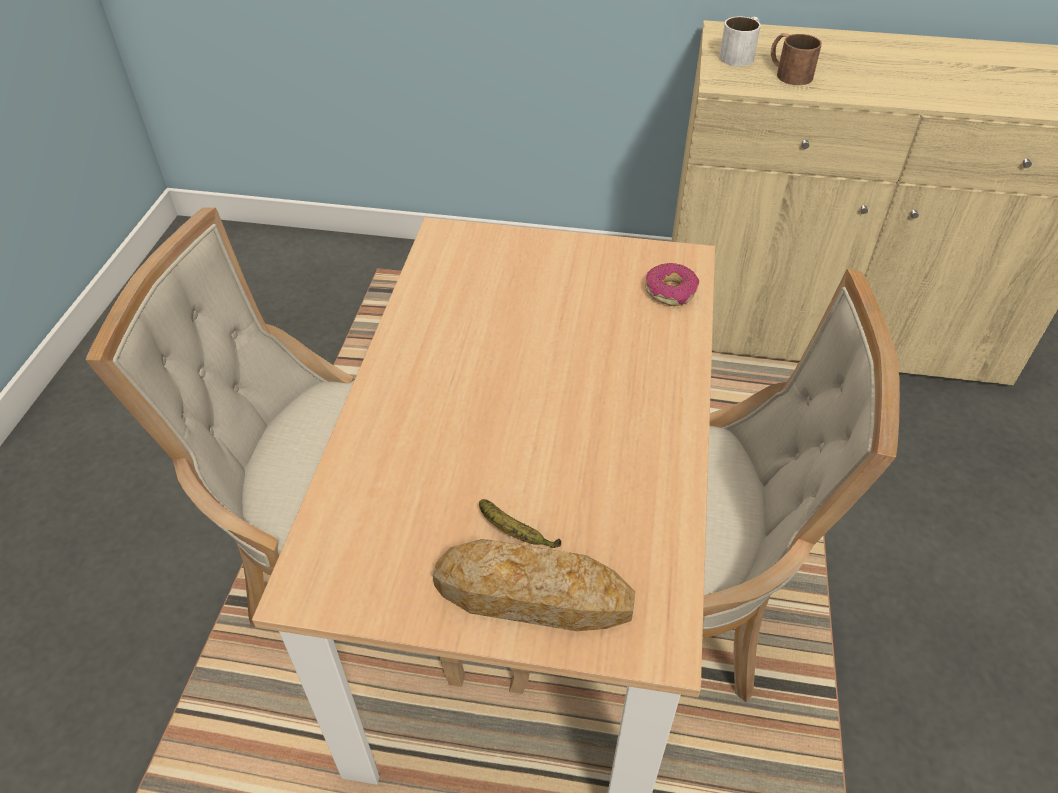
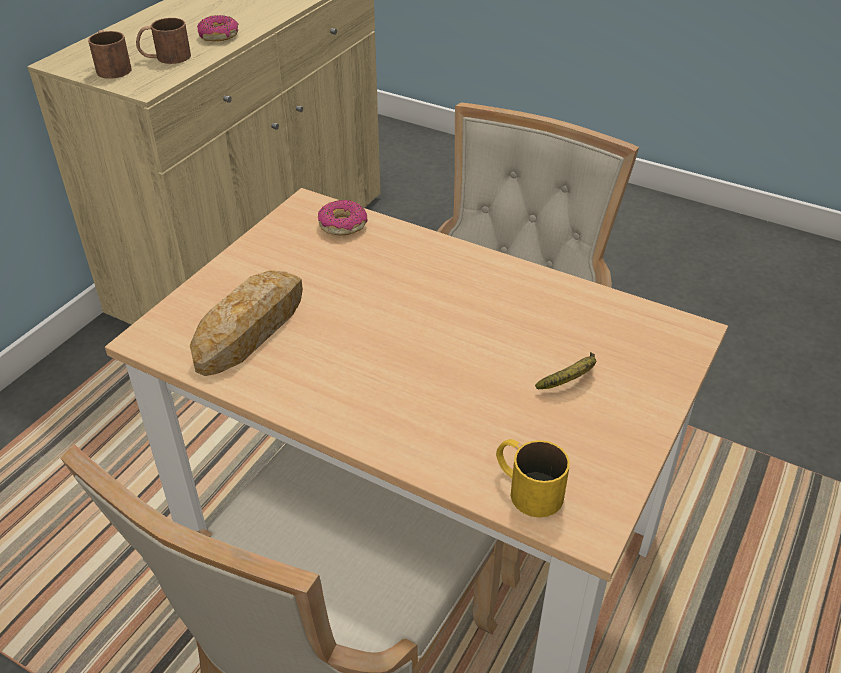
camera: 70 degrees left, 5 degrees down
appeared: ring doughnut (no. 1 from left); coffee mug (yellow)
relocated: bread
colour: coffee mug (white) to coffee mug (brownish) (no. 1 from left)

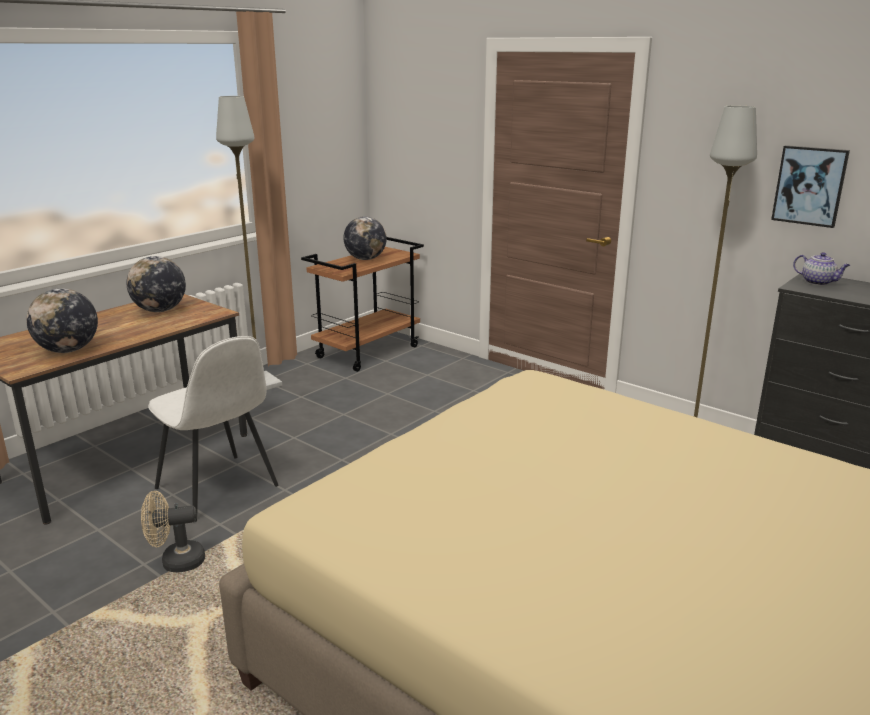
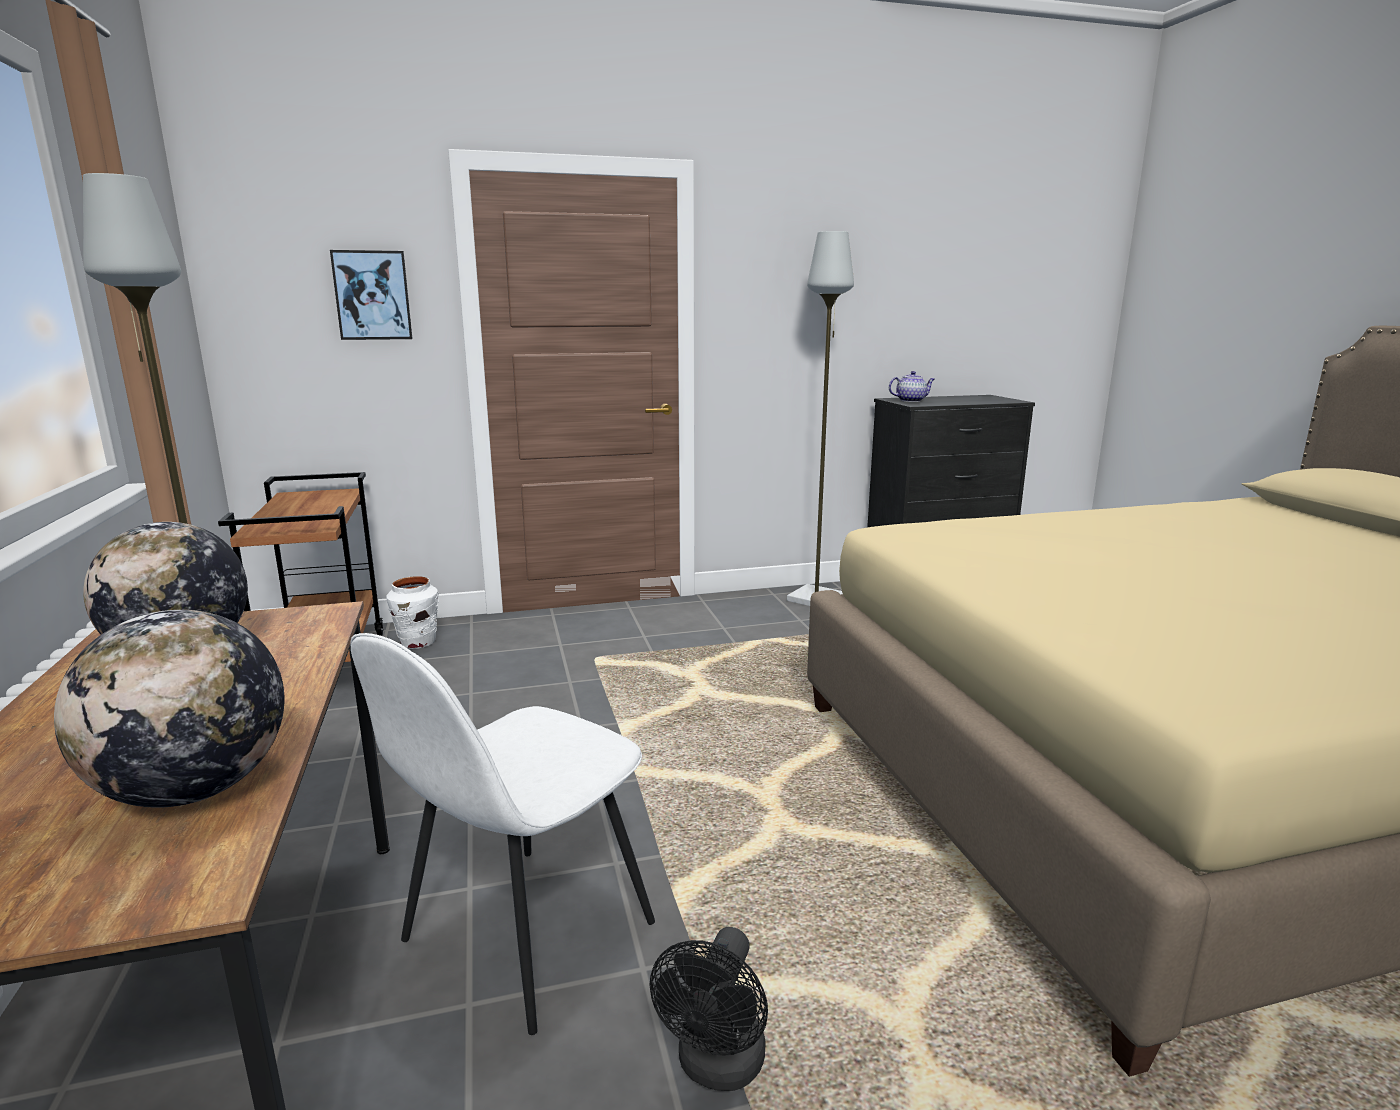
camera: 55 degrees left, 5 degrees down
missing: desk globe (no. 3 from left)
appeared: flower vase (white)
relocated: picture
colour: electric fan (sand-coloured) to electric fan (blackish)
spun: plain chair (white) 135 degrees clockwise

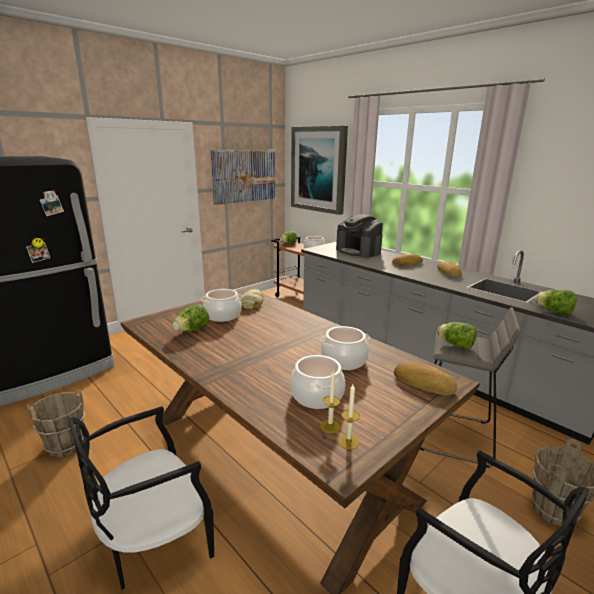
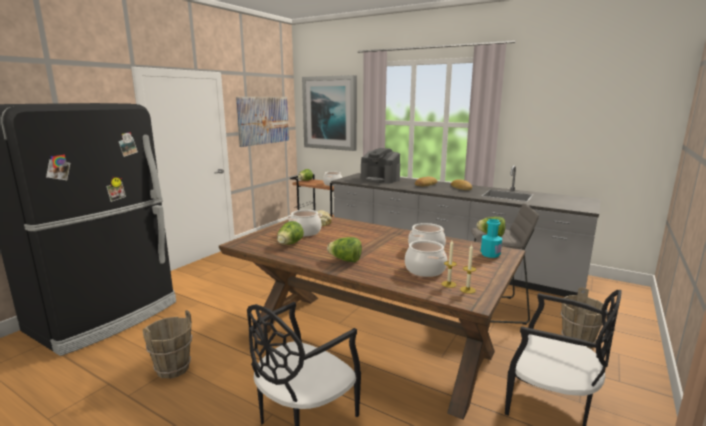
camera: 15 degrees left, 5 degrees down
relocated: lettuce (no. 4 from left in the first image) to lettuce (no. 3 from left)
exchanged: bread (no. 3 from left) to bottle (turquoise)

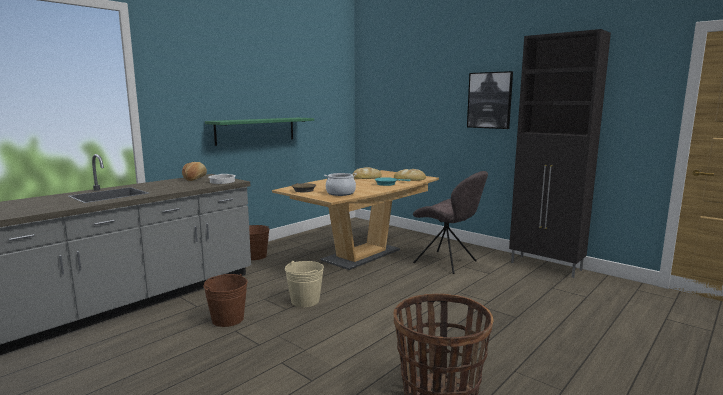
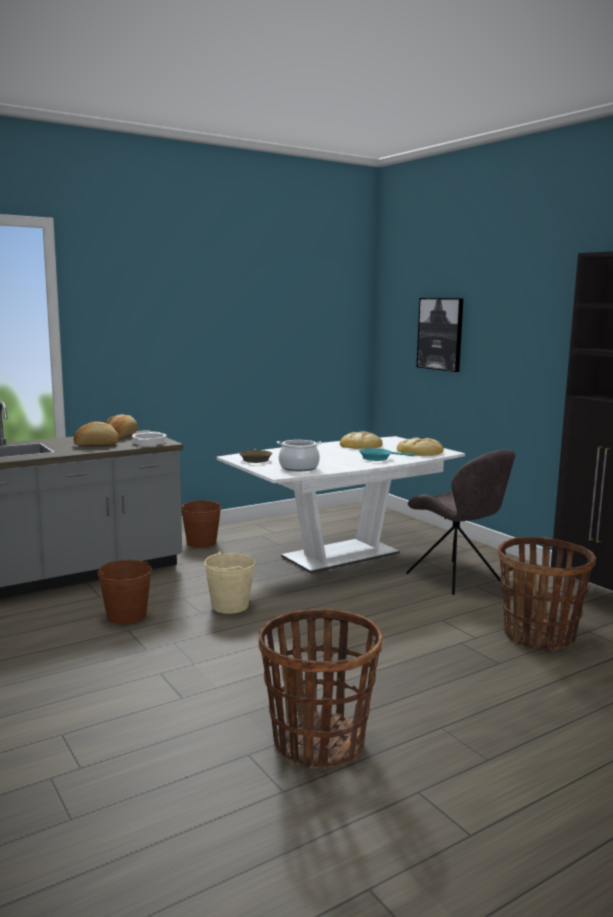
camera: 15 degrees right, 0 degrees up
missing: wall shelf (green-coloured)
appeared: bread (no. 1 from left); storage basket (no. 2 from left)
relocated: picture
colour: kitchen table (brownish) to kitchen table (white)

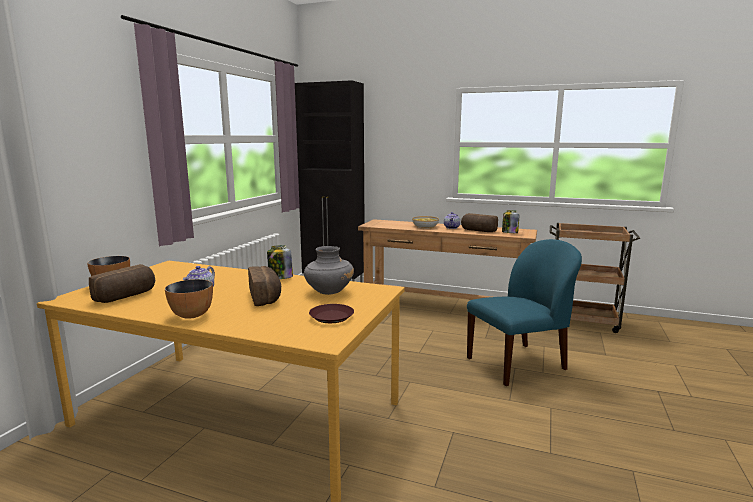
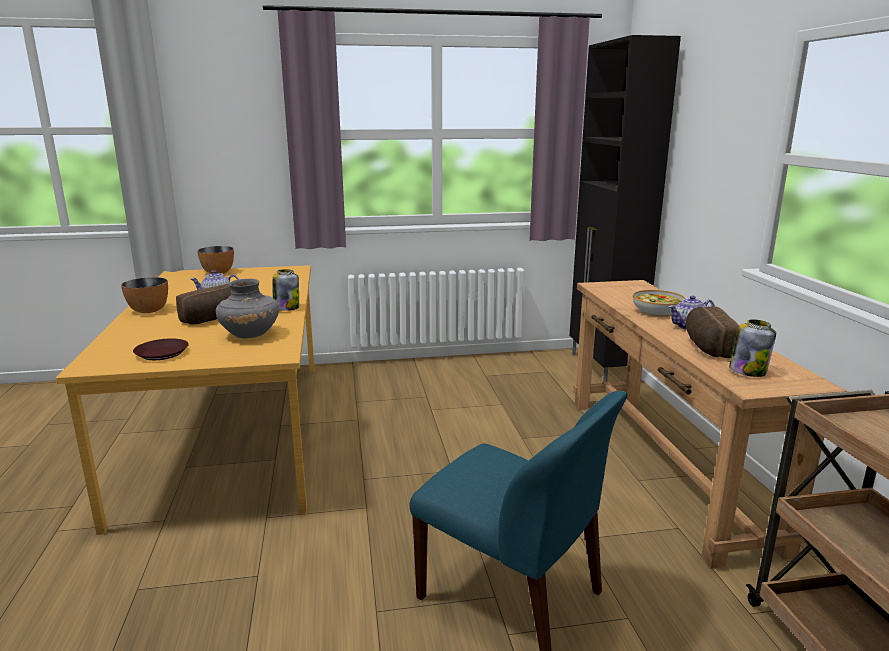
camera: 60 degrees right, 5 degrees up
missing: bread (no. 1 from left)

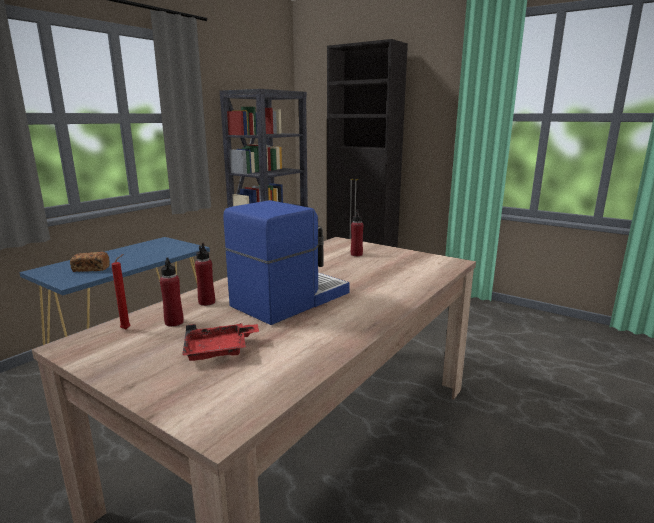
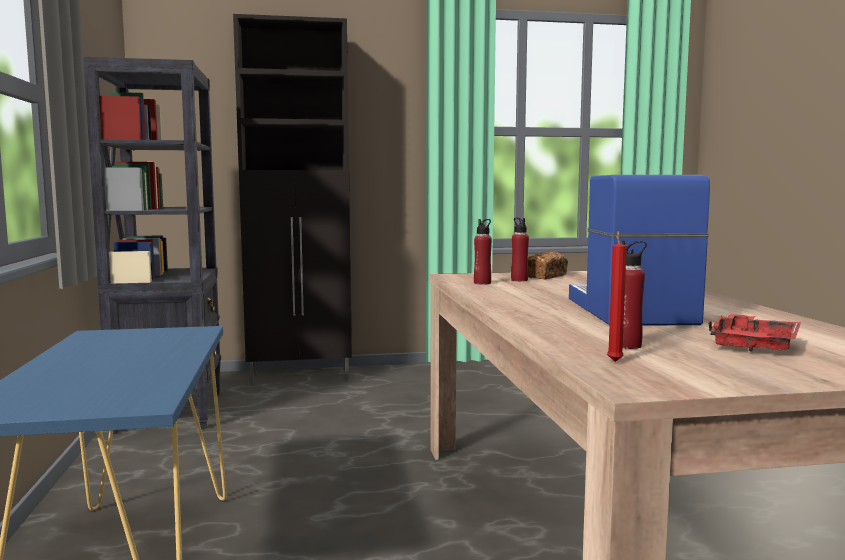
camera: 45 degrees left, 10 degrees down
relocated: bread; bottle (red) (no. 2 from left in the first image) to bottle (red) (no. 1 from left)

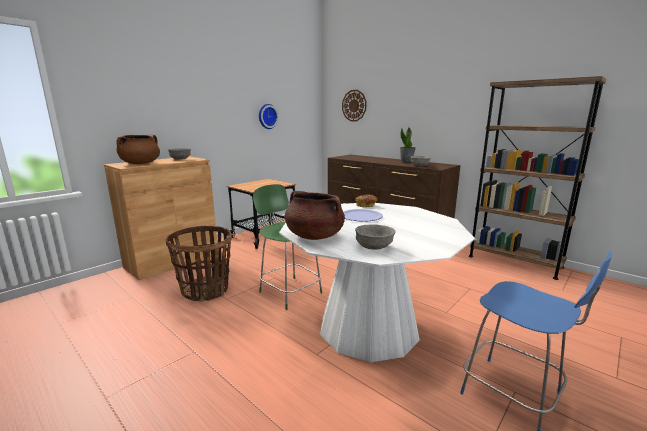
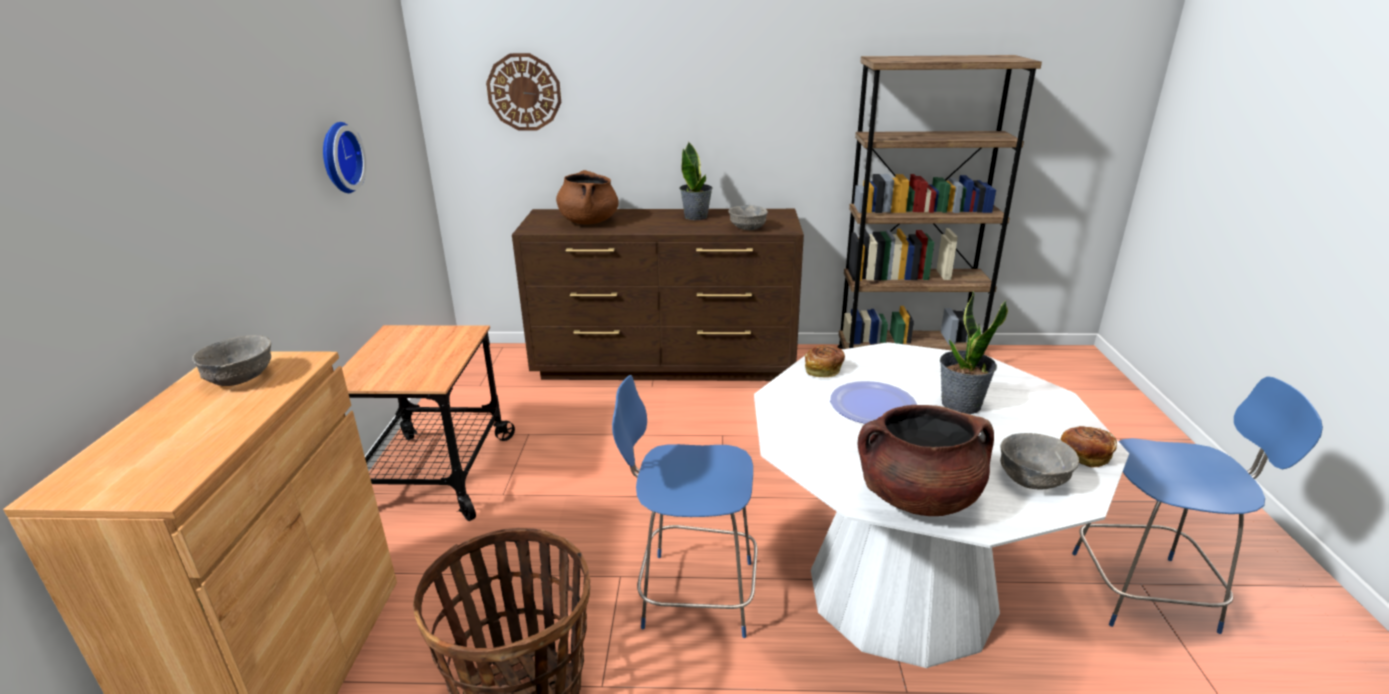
camera: 40 degrees left, 10 degrees up
appeared: plant in a pot (no. 2 from left); bread (no. 2 from left)
relocated: stockpot (brownish) (no. 1 from left)
colour: plain chair (green-coloured) to plain chair (blue) (no. 1 from left)

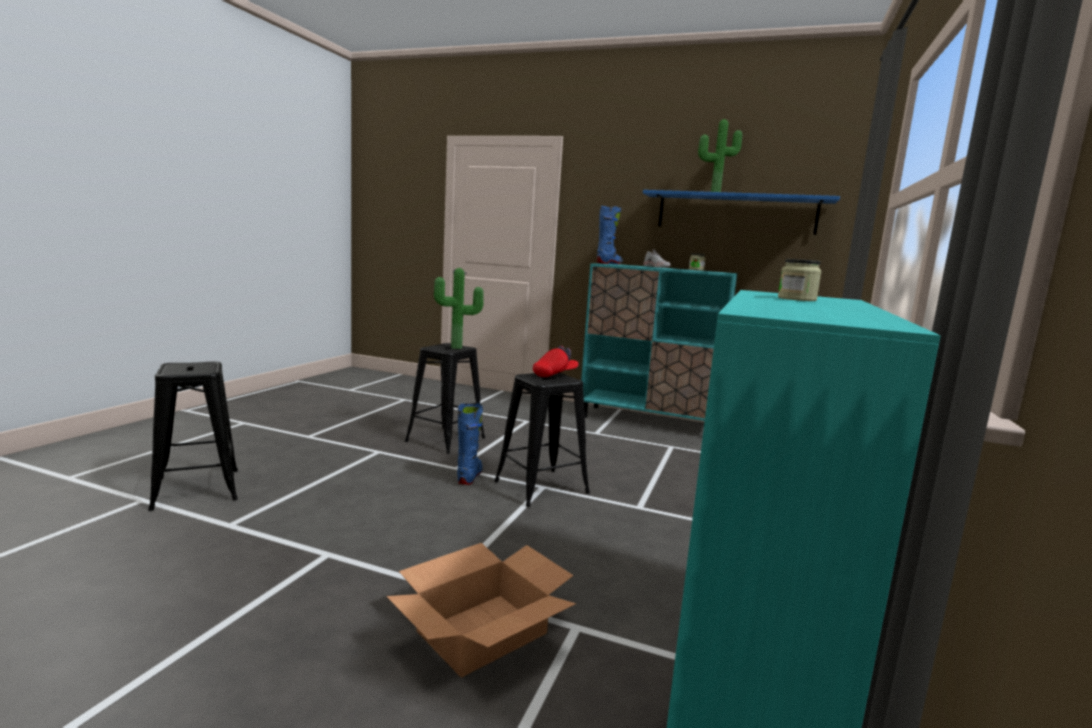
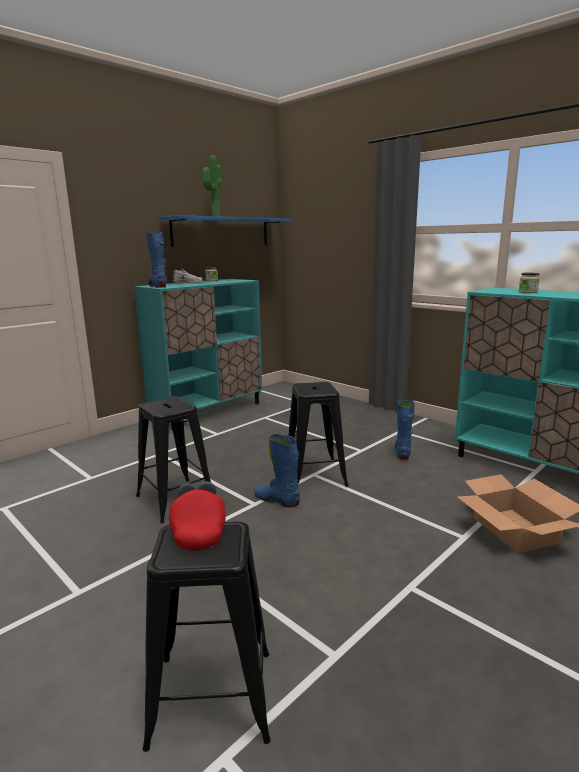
camera: 65 degrees left, 5 degrees up
missing: plant in a pot (no. 1 from left)
appeared: tall boot (blue) (no. 3 from left)
relocated: cap (red)

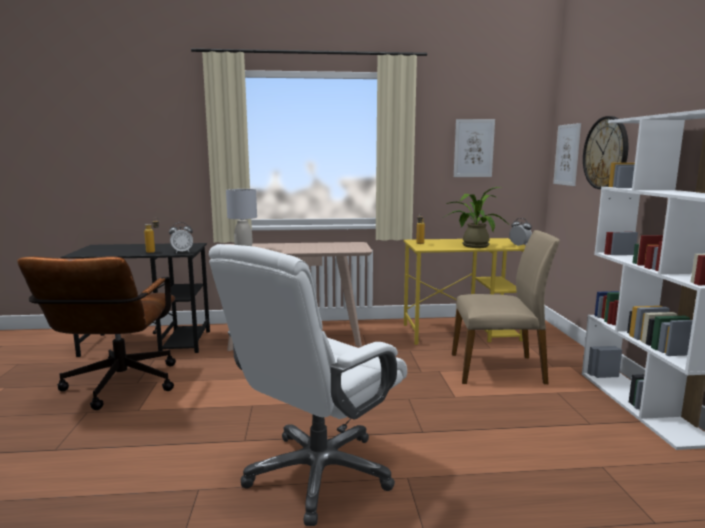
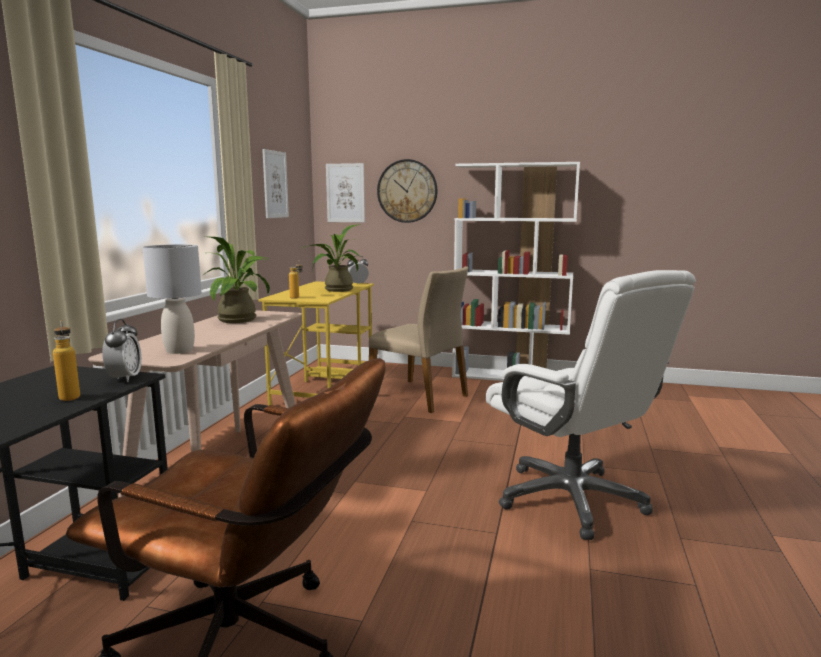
camera: 70 degrees left, 0 degrees up
appeared: plant in a pot (no. 1 from left)
spun: plain chair (sand-coloured) 105 degrees clockwise

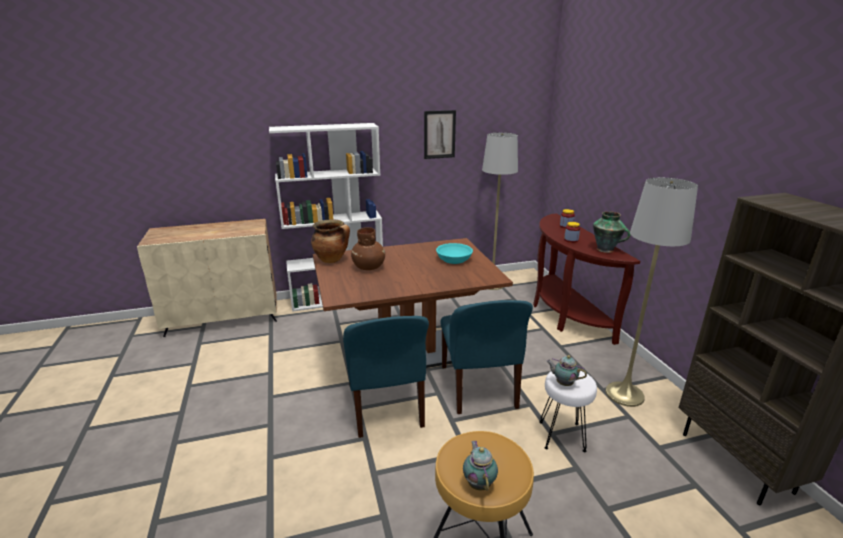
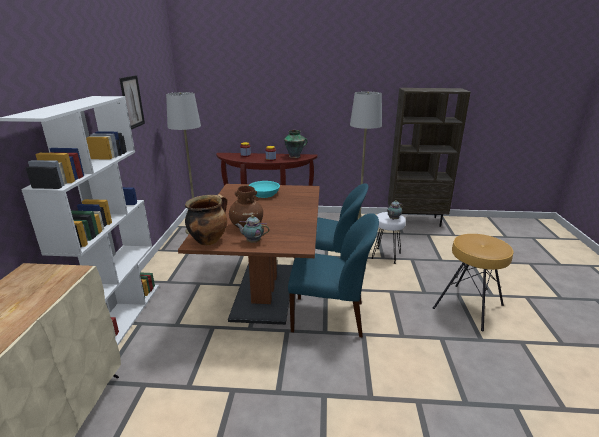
camera: 70 degrees left, 0 degrees up
relocated: pot for tea (no. 1 from left)

